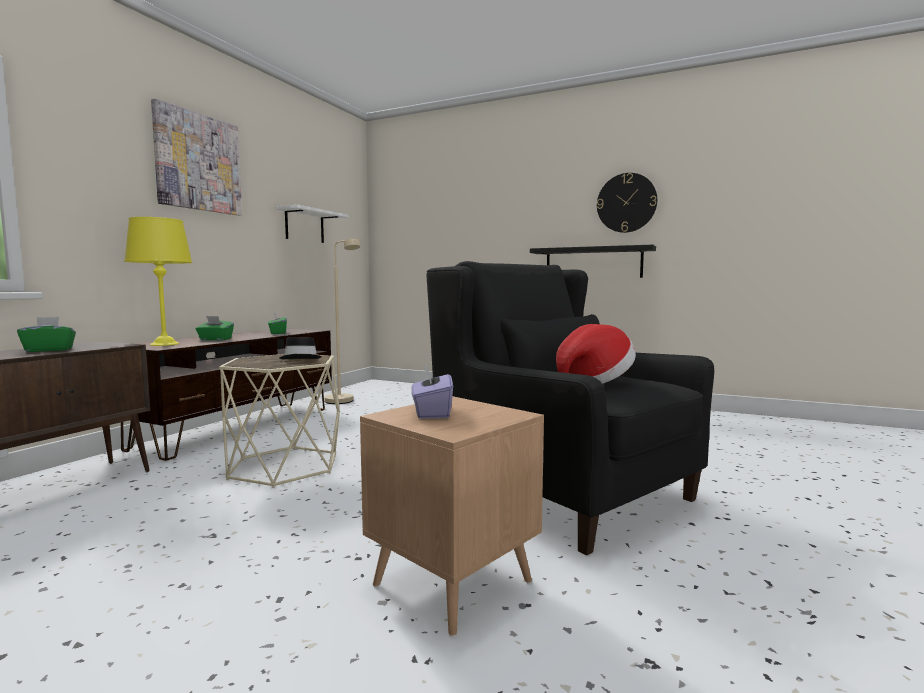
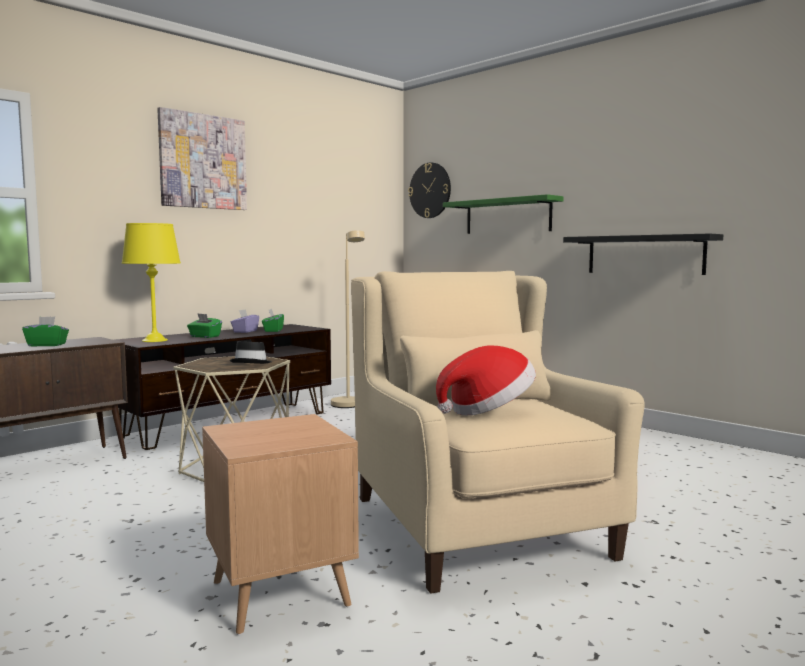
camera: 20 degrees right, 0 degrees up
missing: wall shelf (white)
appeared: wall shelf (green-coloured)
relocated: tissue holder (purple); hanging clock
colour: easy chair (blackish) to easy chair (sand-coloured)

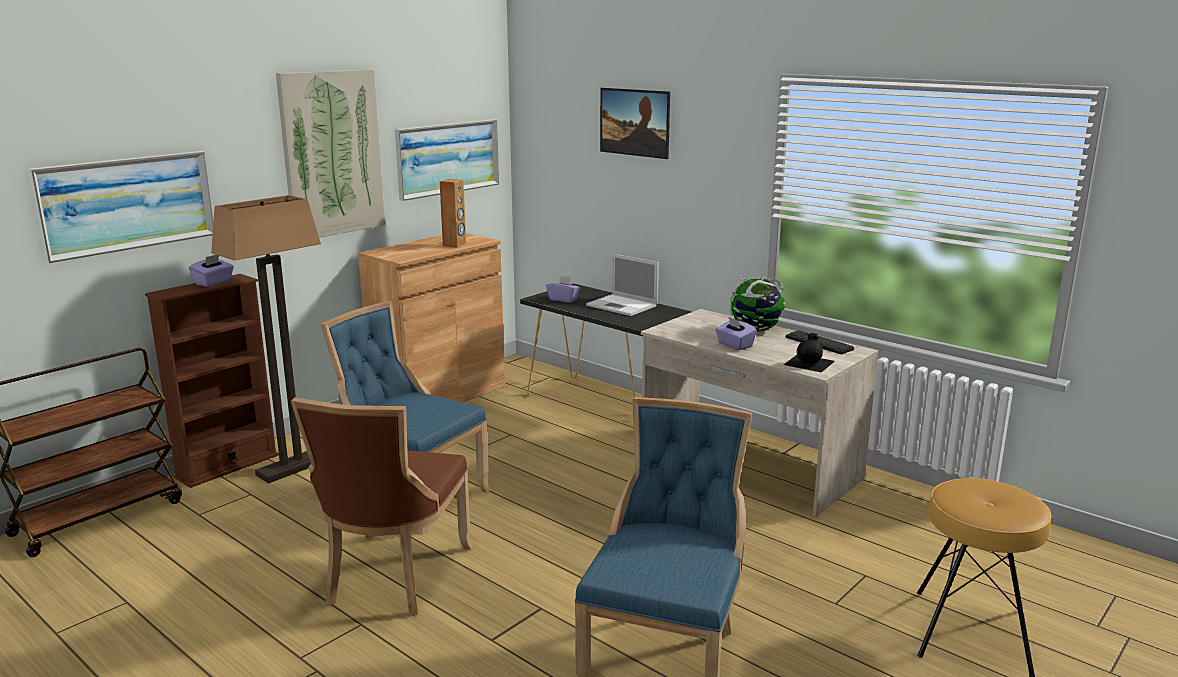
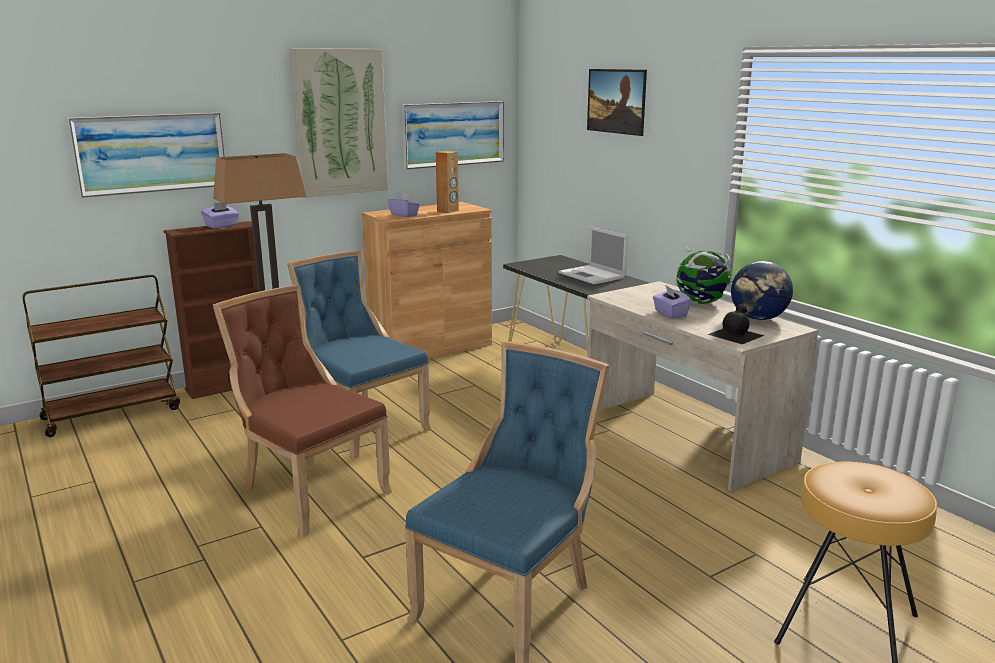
camera: 15 degrees right, 0 degrees up
relocated: tissue holder (purple) (no. 2 from left)
exchanged: computer keyboard to desk globe (no. 2 from left)
spun: plain chair (brownish) 105 degrees clockwise

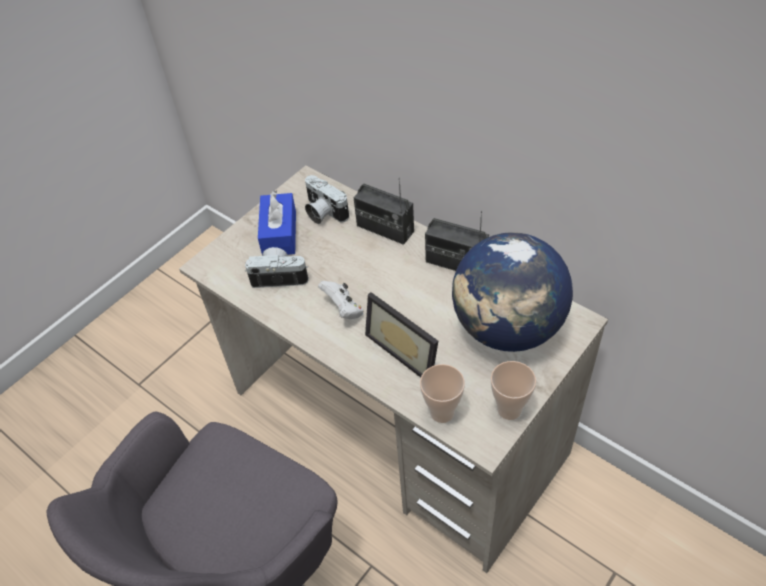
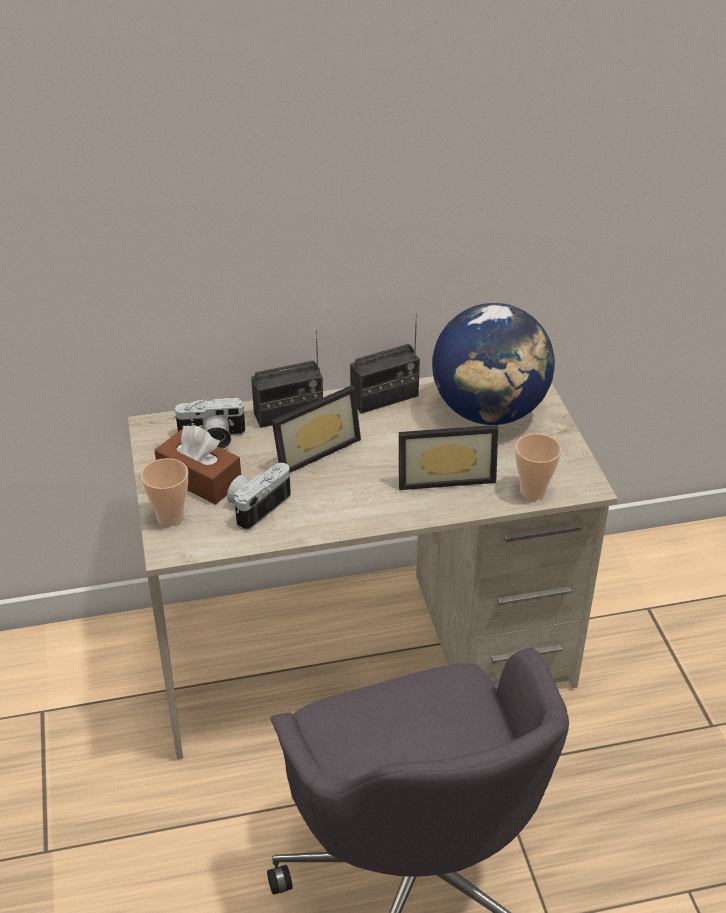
camera: 55 degrees left, 10 degrees down
missing: game controller (white)
appeared: standing frame (no. 1 from left)
relocated: small cup (no. 2 from left in the first image) to small cup (no. 1 from left)
colour: tissue holder (blue) to tissue holder (brownish)

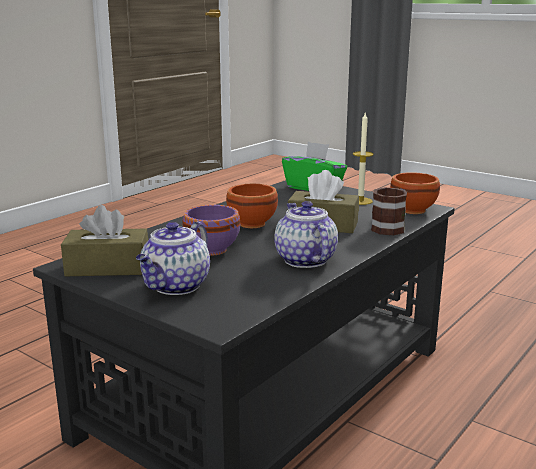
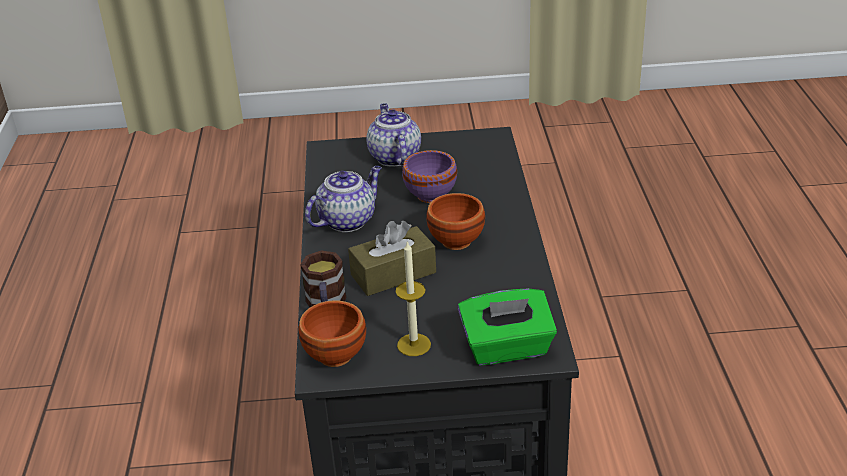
camera: 140 degrees right, 15 degrees up
missing: tissue holder (brownish) (no. 1 from left)
spun: pot for tea (no. 2 from left in the first image) 75 degrees counterclockwise

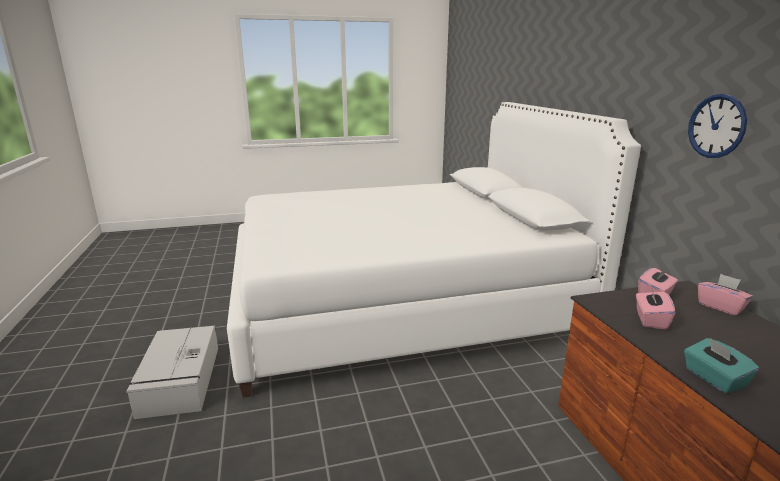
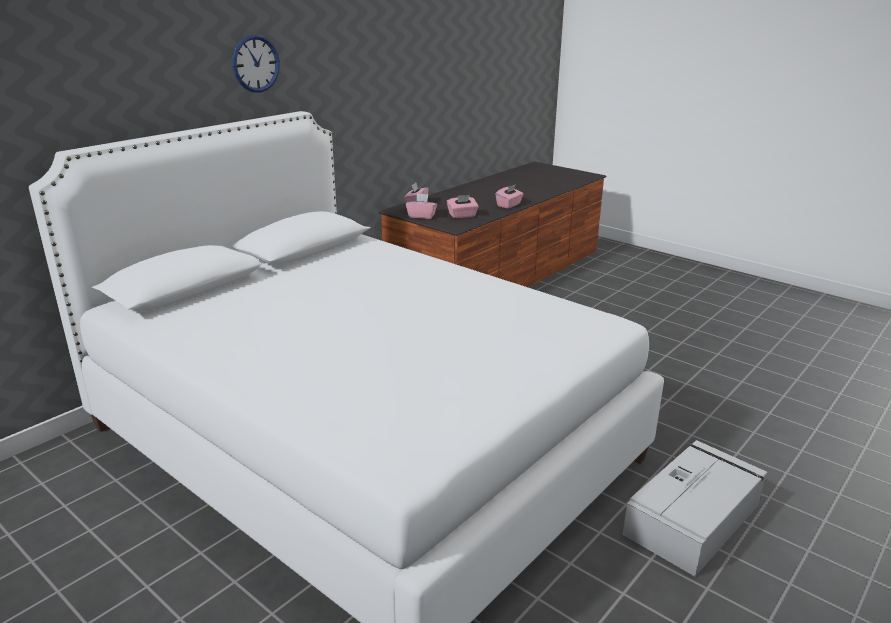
camera: 125 degrees left, 5 degrees up
relocated: hanging clock
colour: tissue holder (turquoise) to tissue holder (pinkish) (no. 4 from left)

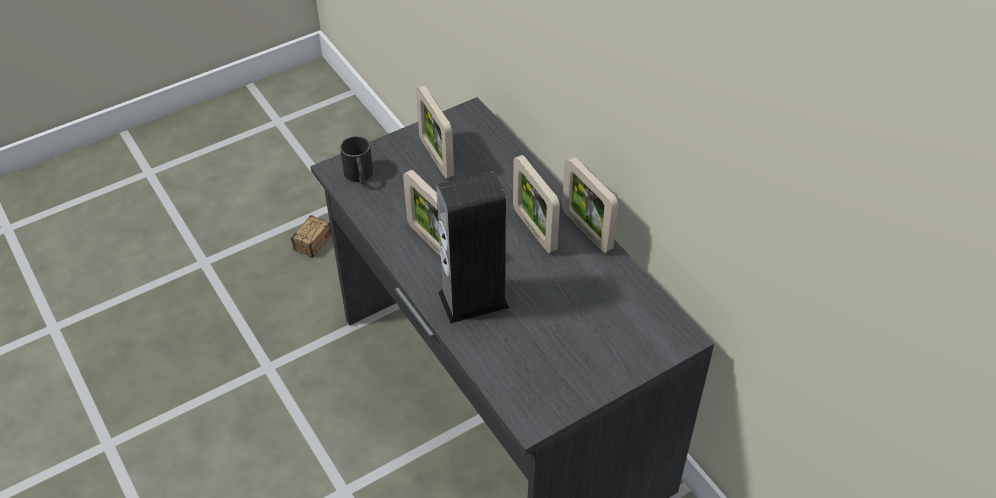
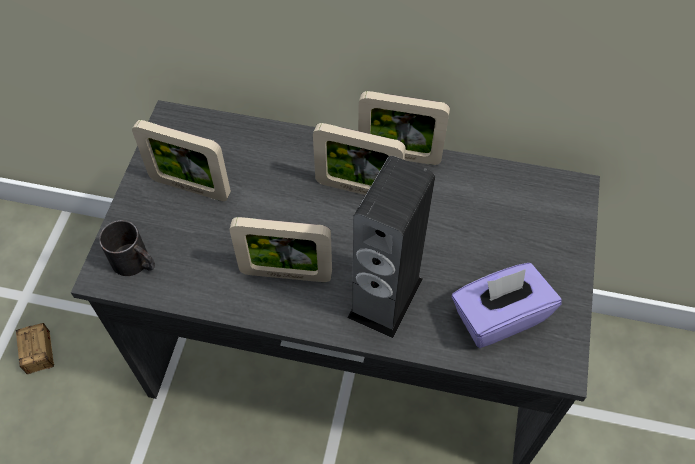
camera: 45 degrees left, 10 degrees up
appeared: tissue holder (purple)

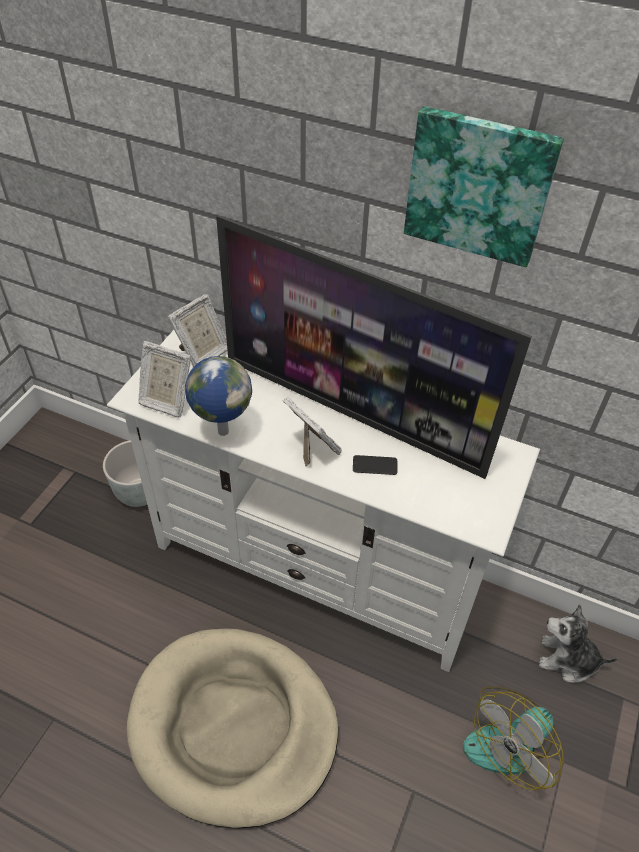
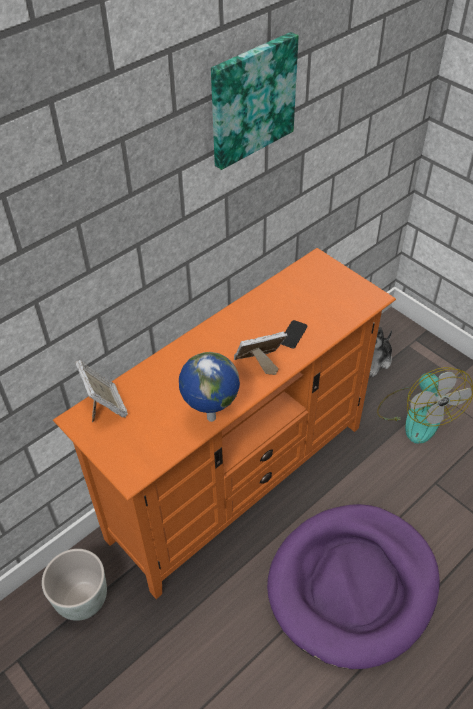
camera: 65 degrees left, 0 degrees up
missing: standing frame (no. 1 from left); television
colour: tv unit (white) to tv unit (orange-coloured); pet bed (sand-coloured) to pet bed (purple)

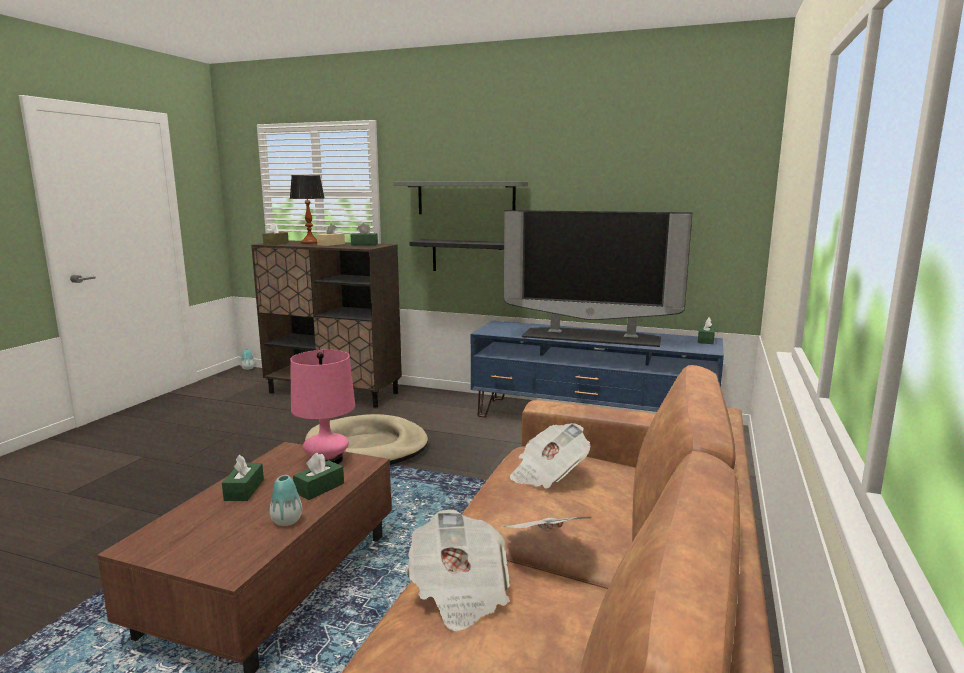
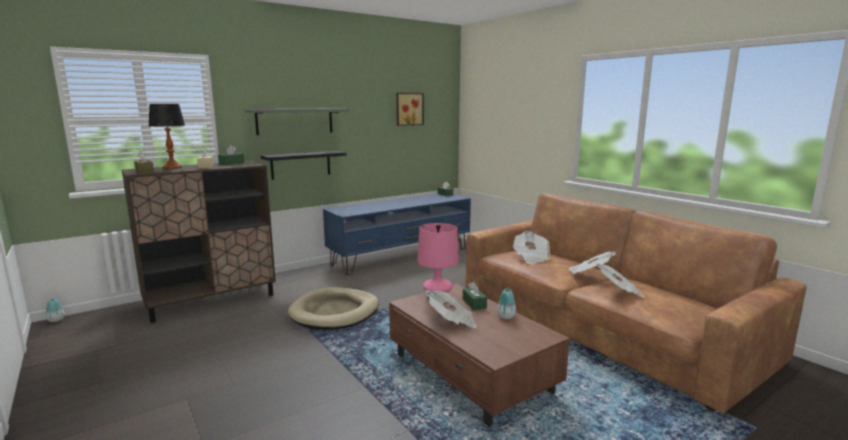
camera: 55 degrees left, 0 degrees up
missing: television
appeared: picture
exchanged: tissue holder (green-coloured) (no. 1 from left) to printed paper (no. 1 from left)

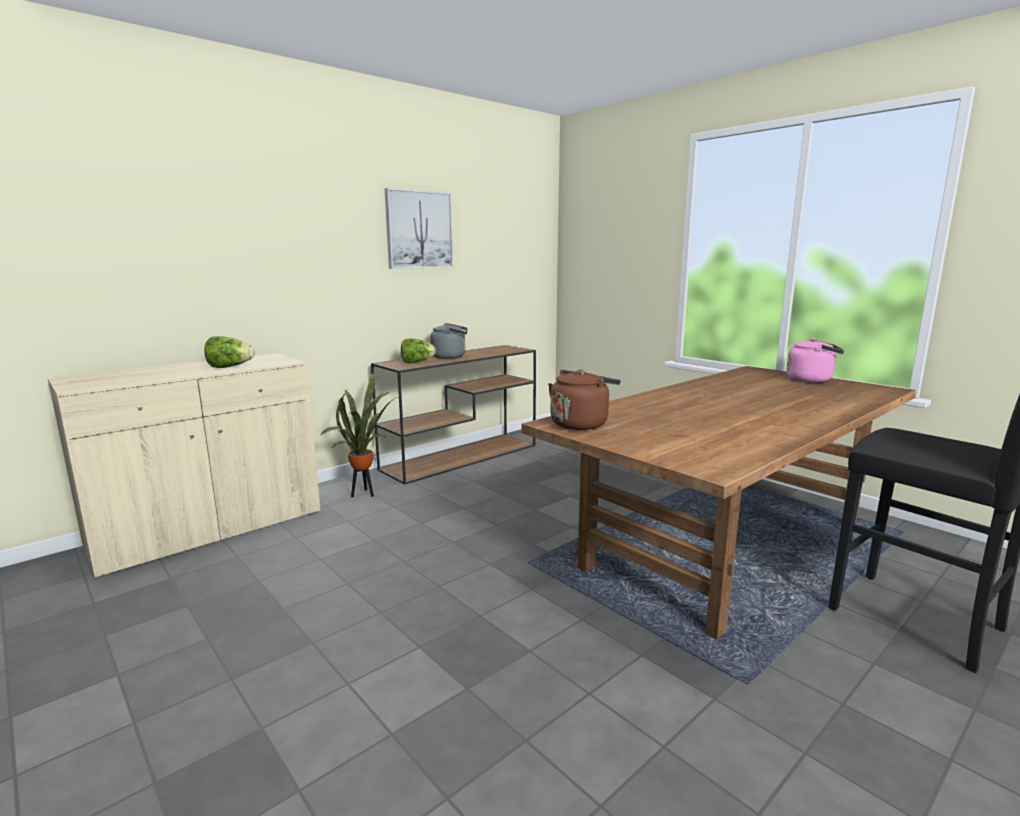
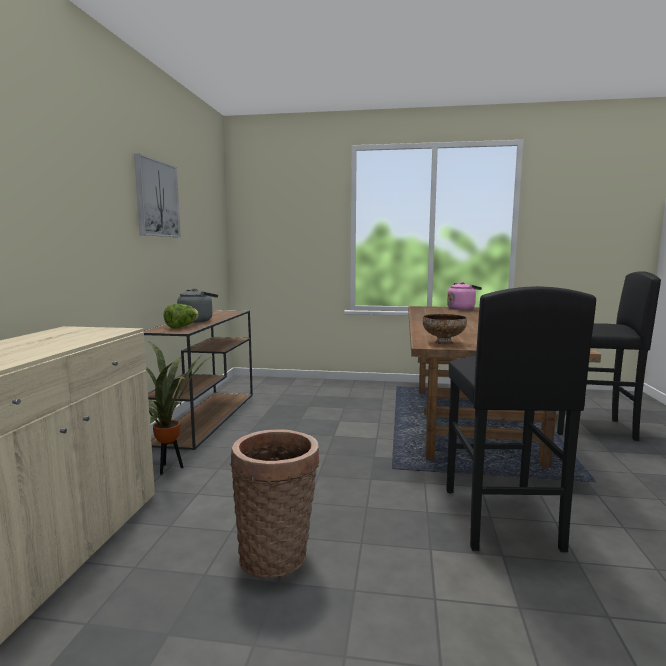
camera: 40 degrees left, 5 degrees down
missing: lettuce (no. 1 from left)
appeared: storage basket; stool (blackish) (no. 1 from left)
exchanged: kettle (brownish) to deep dish

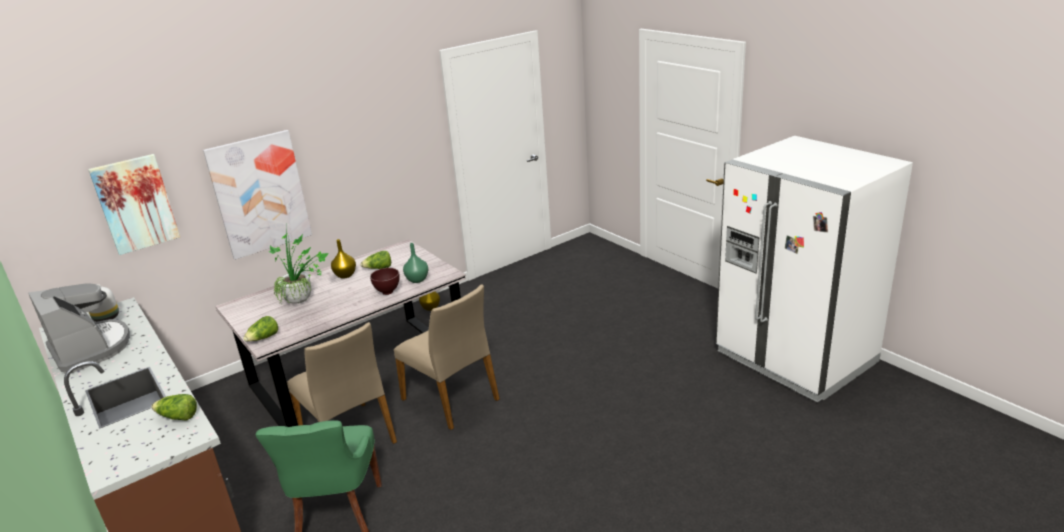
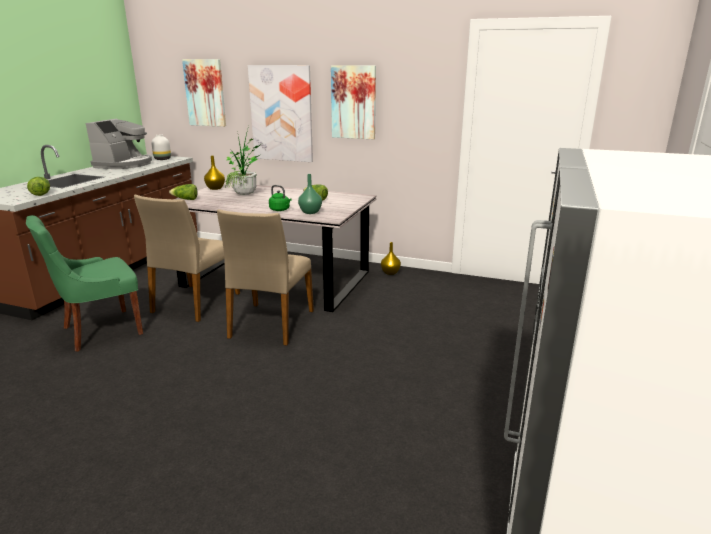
camera: 55 degrees right, 5 degrees down
appeared: picture (no. 3 from left)
relocated: flower vase (yellow) (no. 1 from left)
exchanged: deep dish (brownish) to kettle (green-coloured)

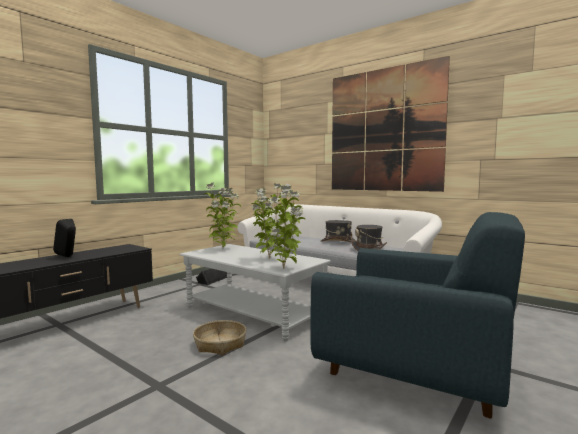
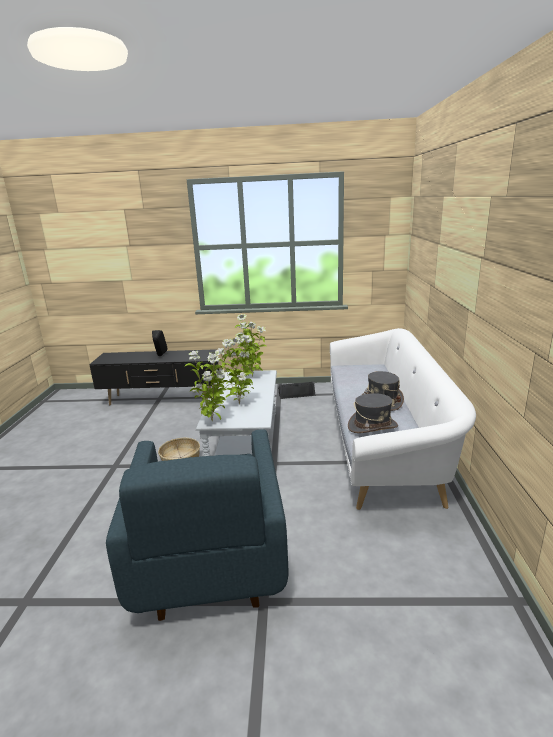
camera: 55 degrees right, 15 degrees up
missing: picture

